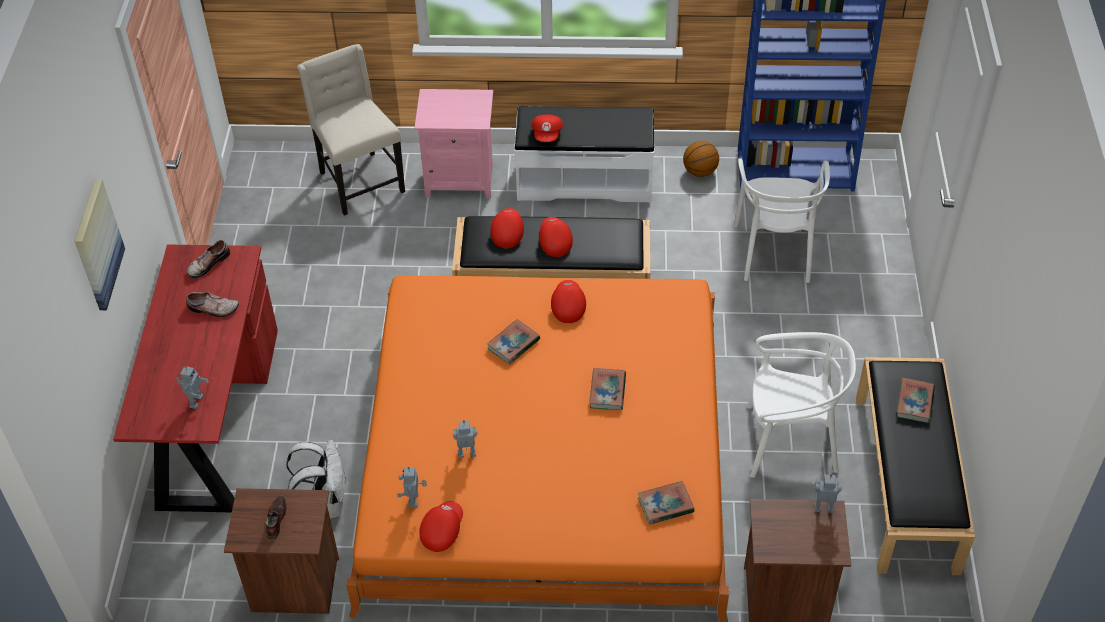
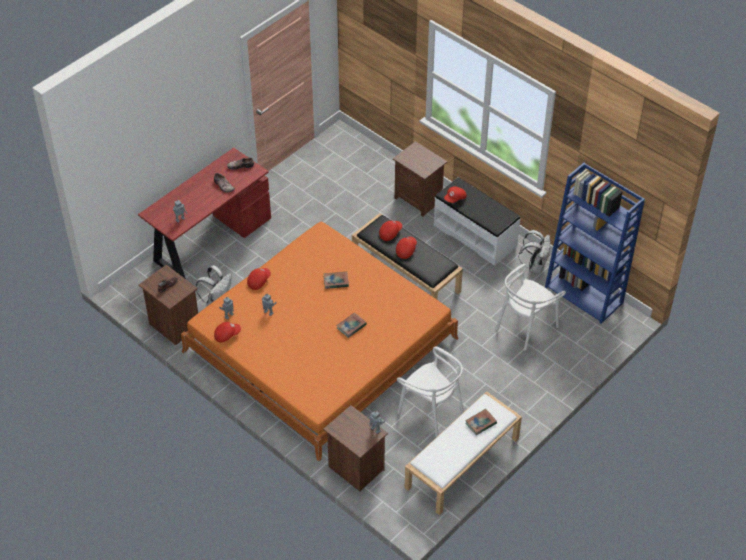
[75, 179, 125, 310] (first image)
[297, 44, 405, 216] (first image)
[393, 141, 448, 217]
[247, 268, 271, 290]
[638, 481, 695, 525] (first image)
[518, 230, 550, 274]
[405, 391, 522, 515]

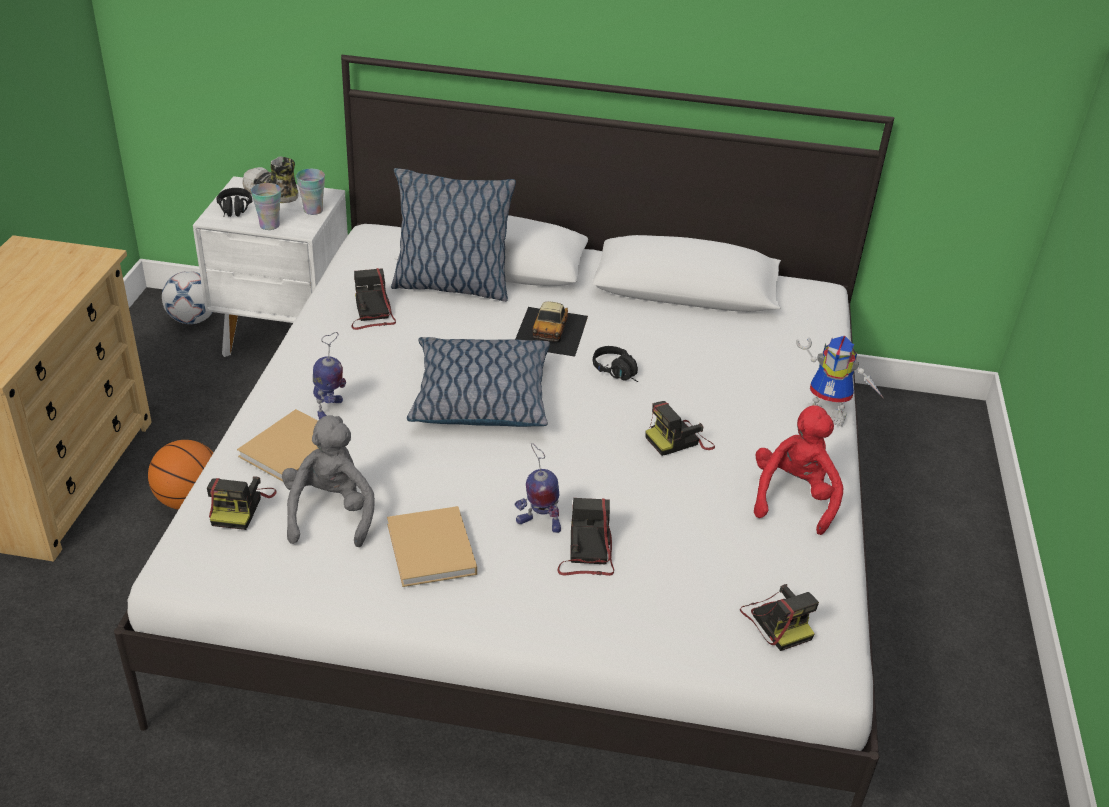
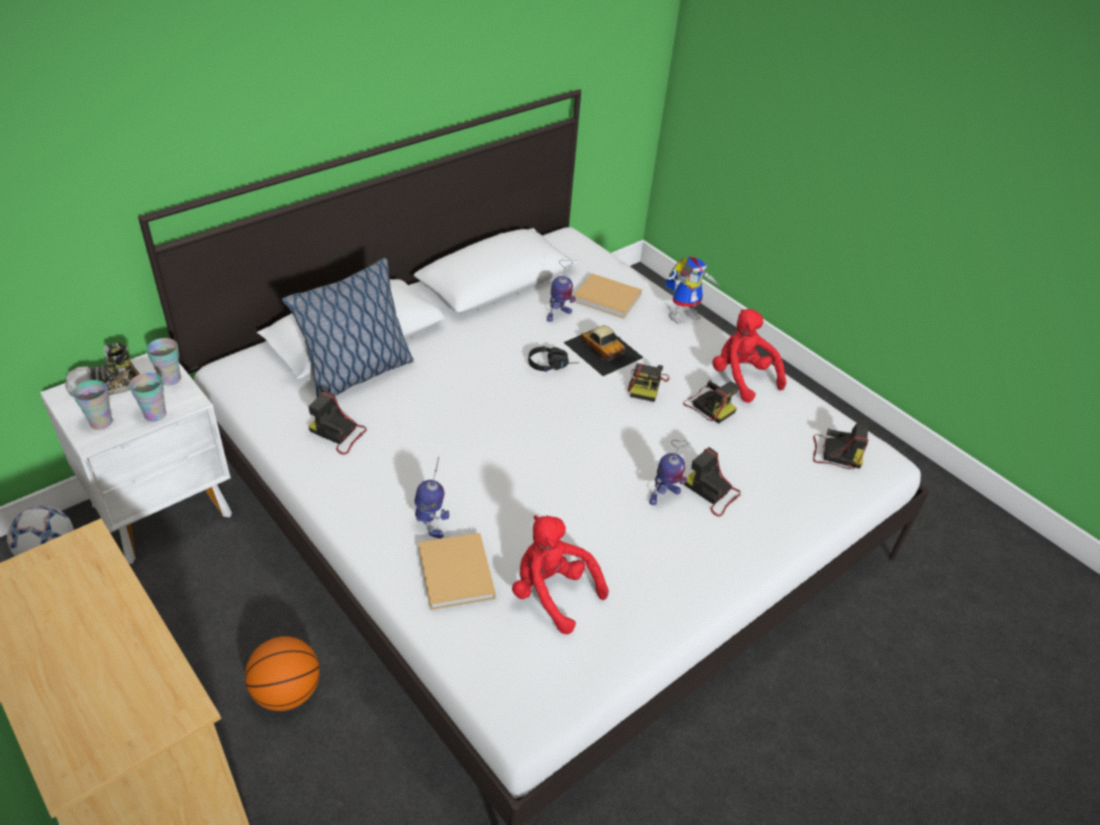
[683, 380, 739, 423]
[72, 380, 113, 430]
[512, 515, 609, 634]
[574, 274, 642, 319]
[407, 337, 550, 427] (first image)
[563, 325, 644, 376]
[547, 260, 576, 322]

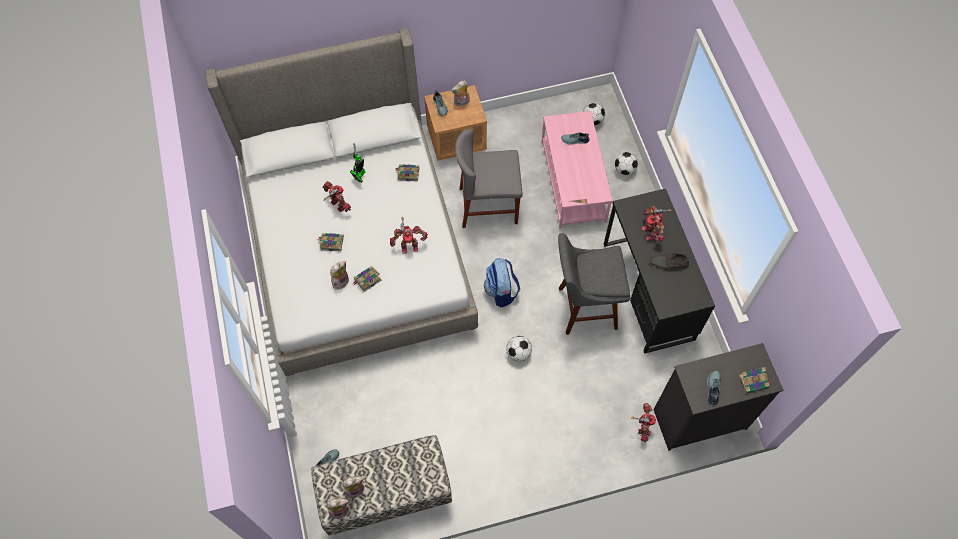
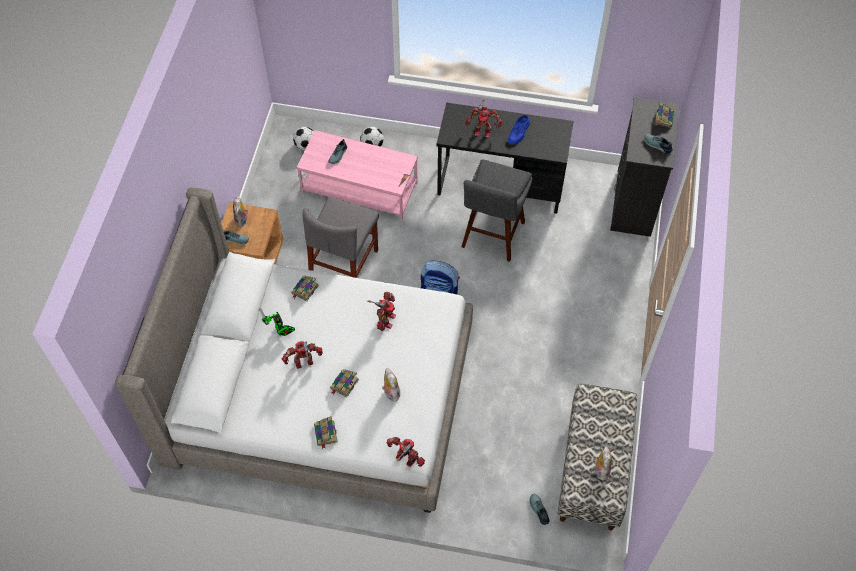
[326, 497, 349, 519] (first image)
[314, 416, 338, 449]
[506, 336, 532, 362] (first image)
[387, 437, 425, 467]
[508, 115, 530, 145]

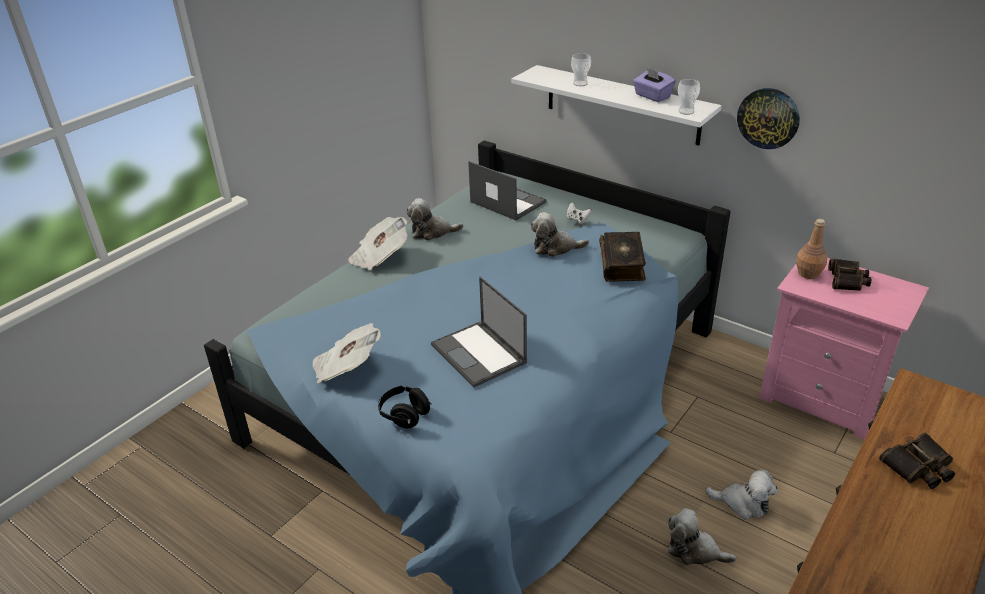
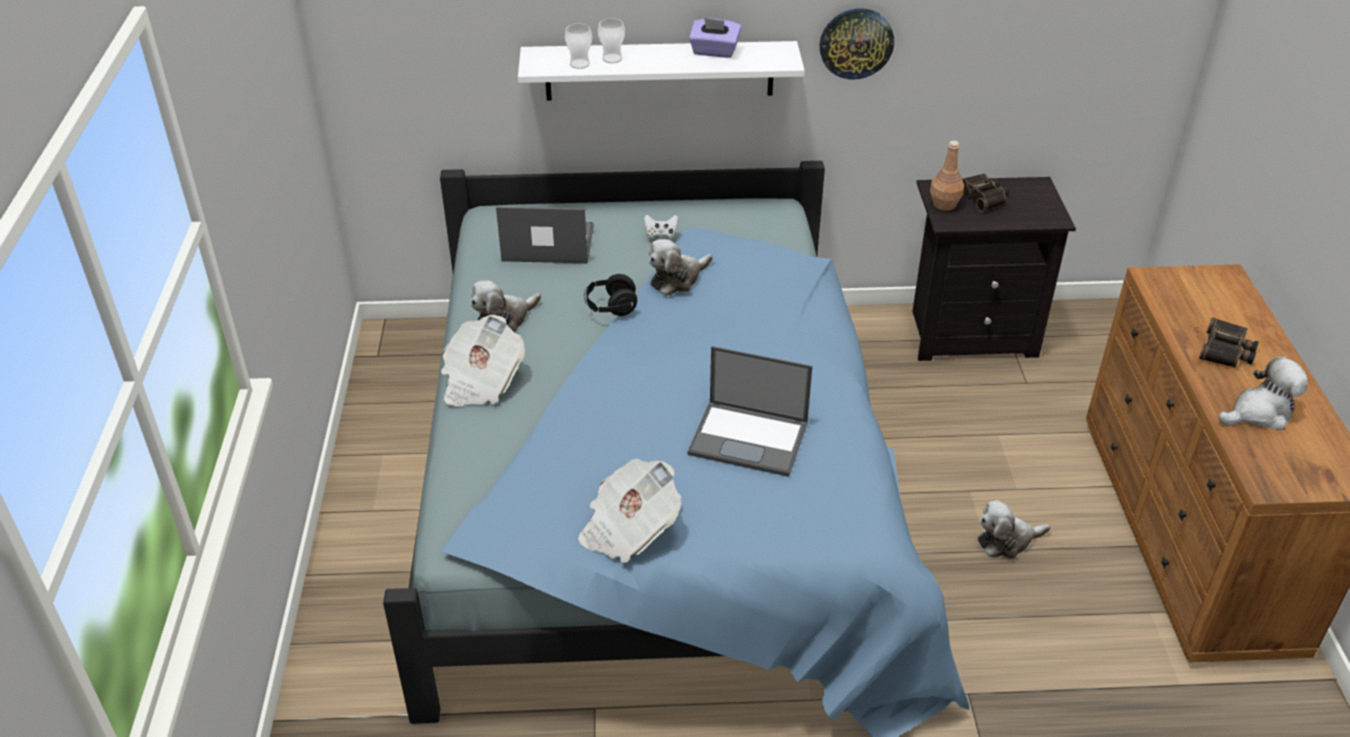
[584, 274, 637, 316]
[599, 232, 646, 282] (first image)
[565, 24, 592, 69]
[1218, 356, 1308, 430]
[912, 177, 1076, 361]

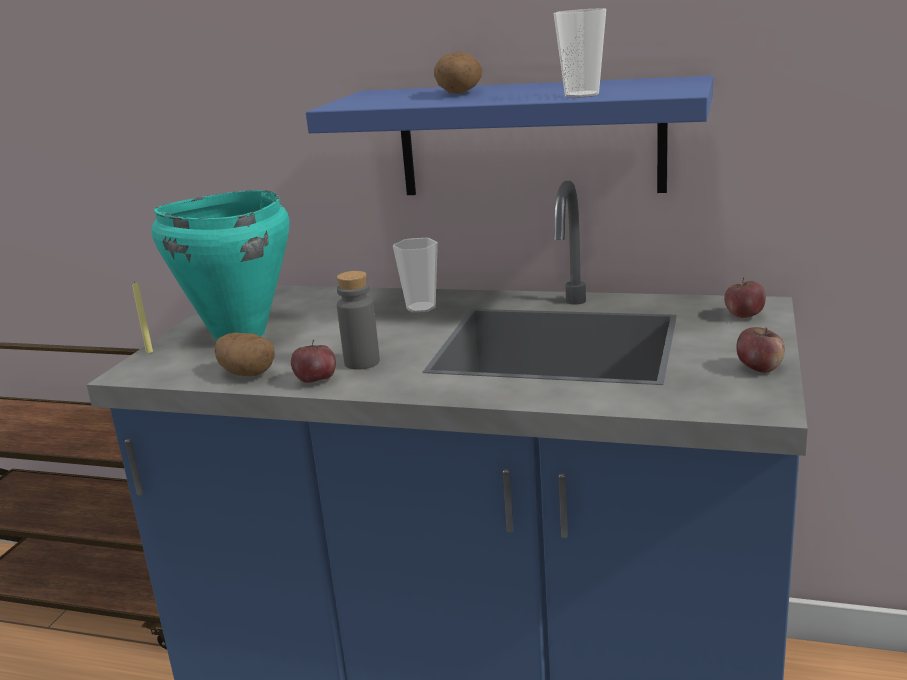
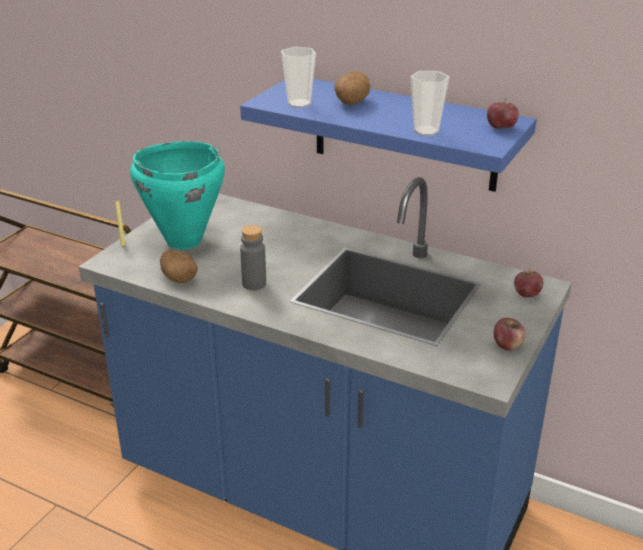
[487, 98, 519, 129]
[281, 47, 316, 108]

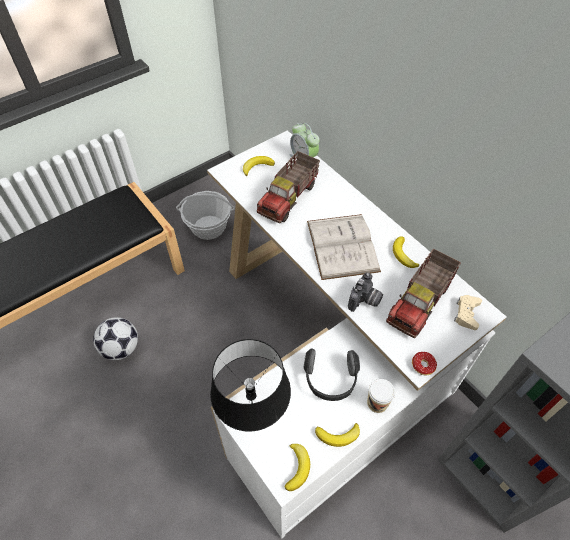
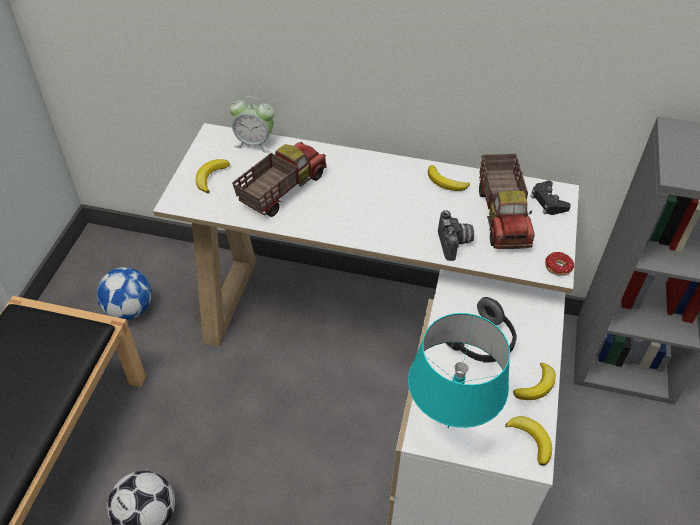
[97, 267, 152, 320]
[408, 313, 510, 428]
[232, 142, 327, 217]
[307, 214, 381, 280] (first image)
[367, 379, 395, 413] (first image)
[530, 181, 571, 215]

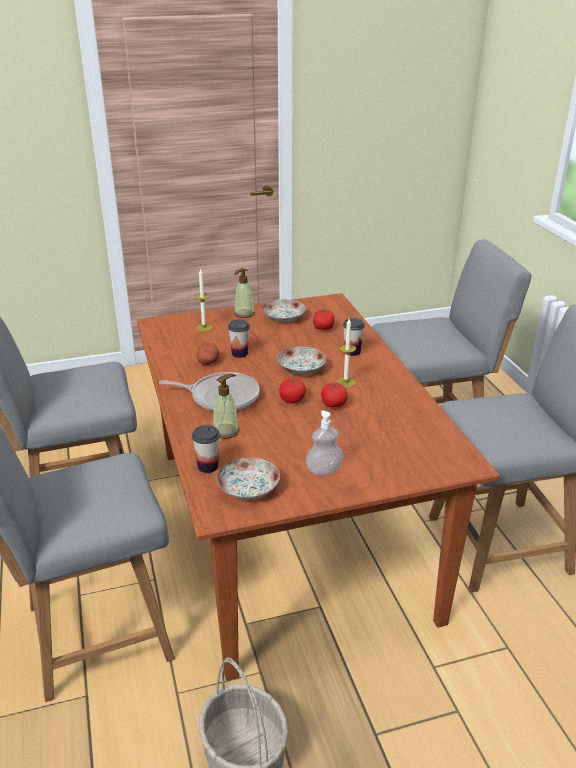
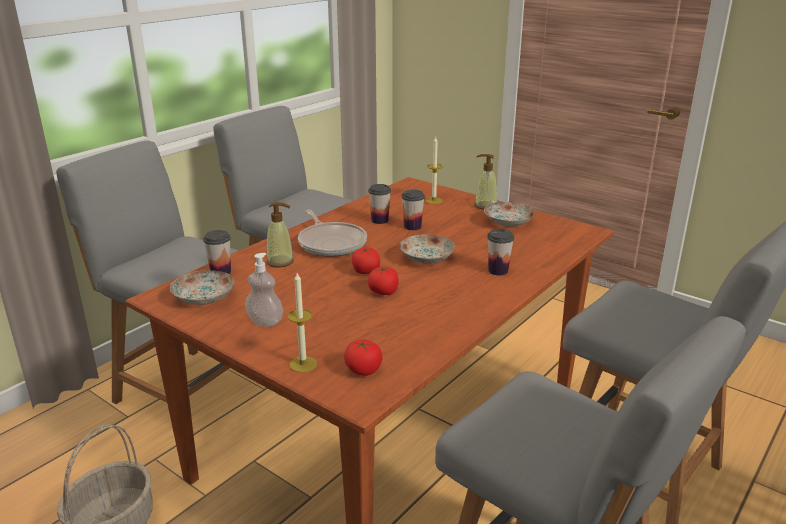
[368, 184, 391, 224]
[344, 339, 382, 376]
[288, 273, 317, 373]

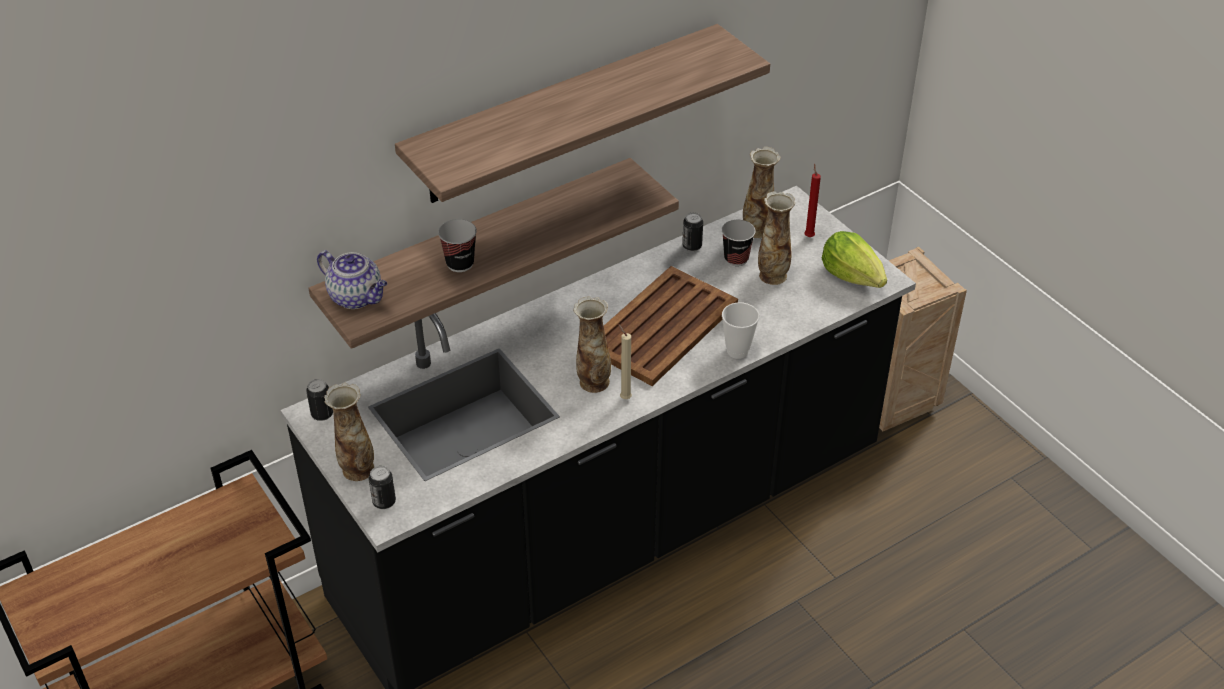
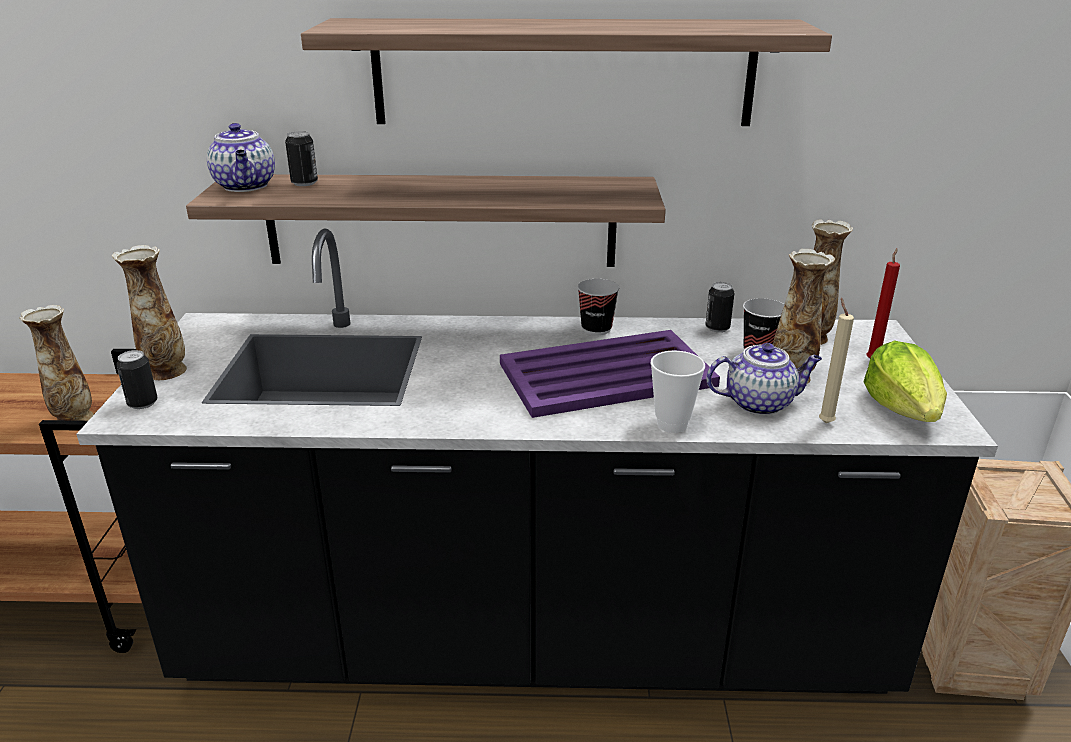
[285, 131, 318, 186]
[577, 279, 619, 335]
[20, 305, 94, 421]
[500, 330, 720, 418]
[819, 298, 854, 423]
[706, 343, 822, 415]

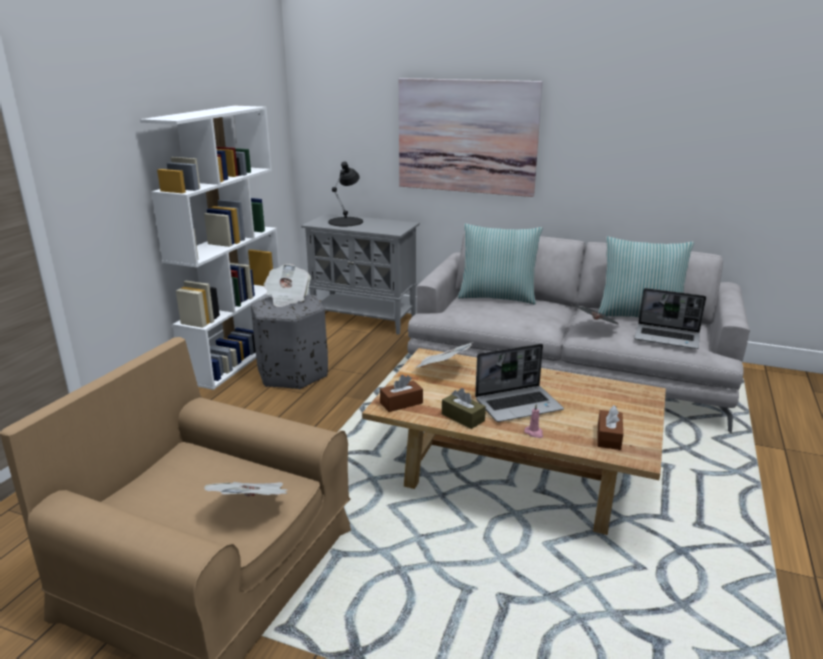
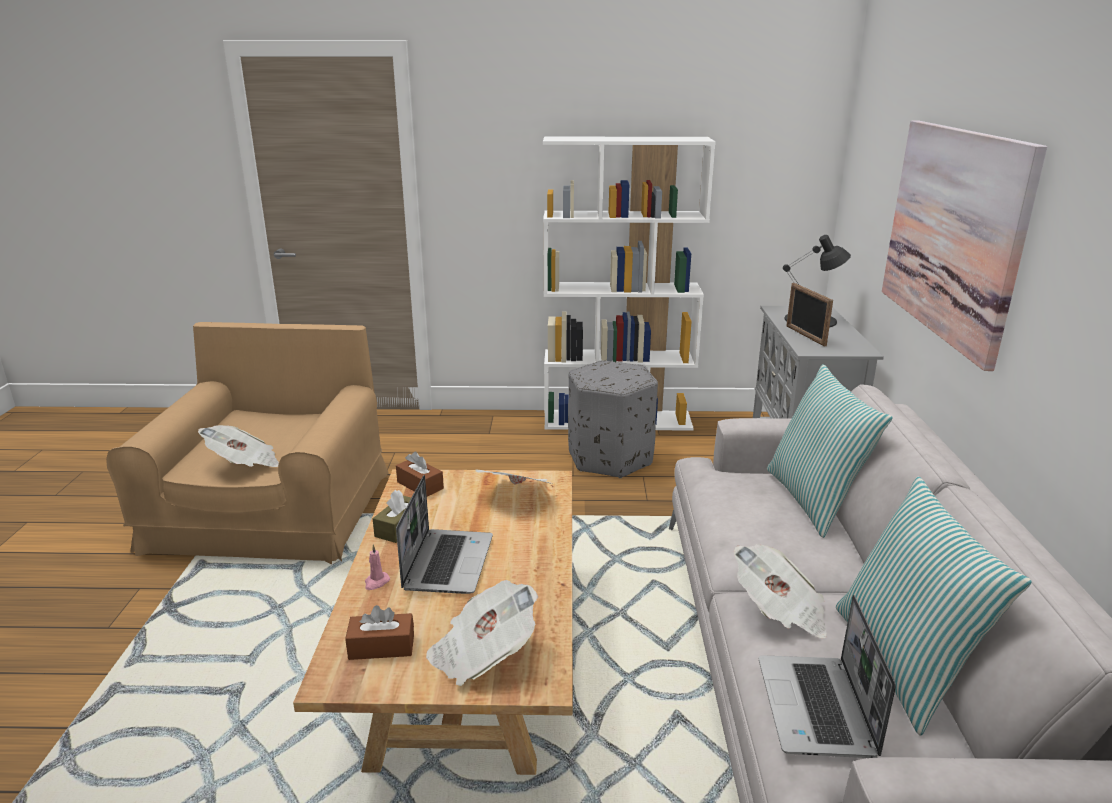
[426, 580, 538, 686]
[396, 475, 493, 594]
[786, 283, 833, 347]

